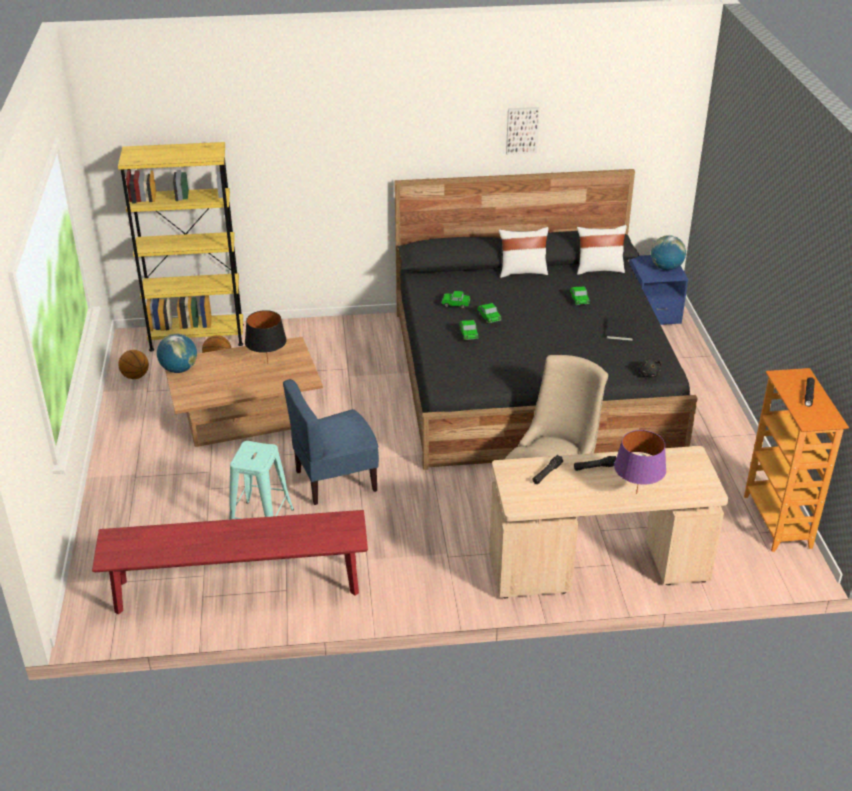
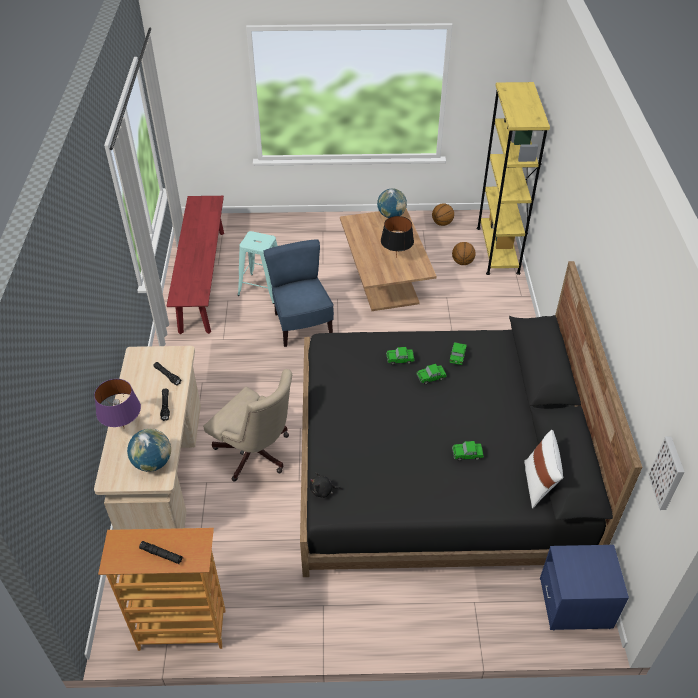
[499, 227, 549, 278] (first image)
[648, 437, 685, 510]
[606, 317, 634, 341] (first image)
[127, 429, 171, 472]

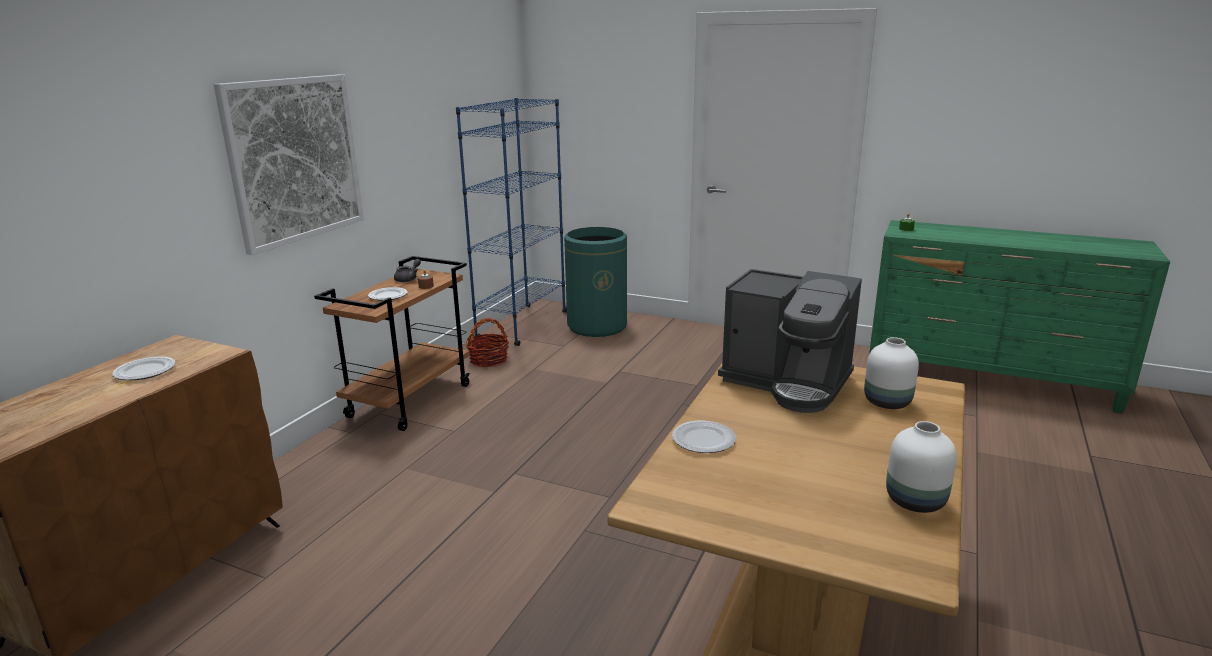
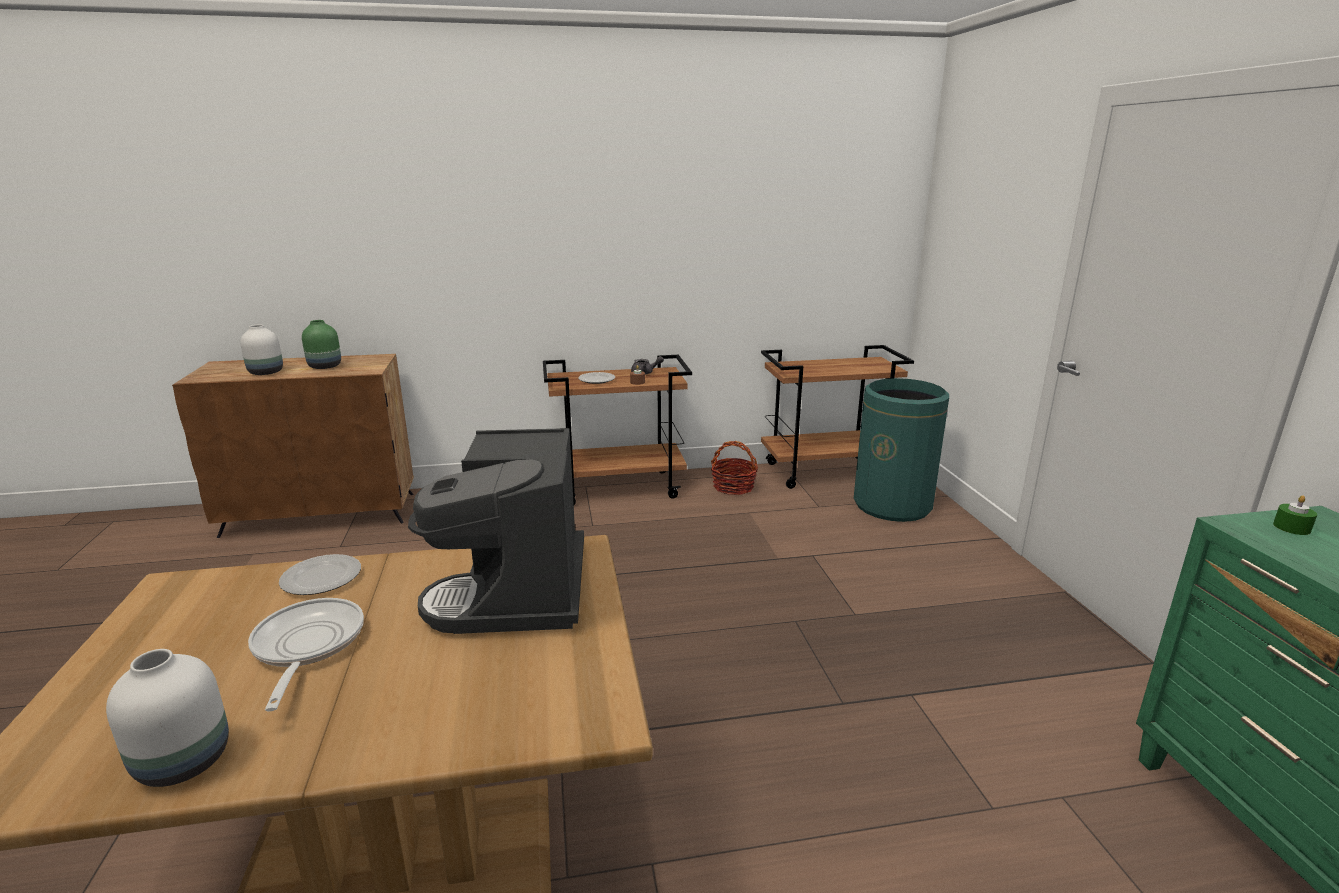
[302, 320, 341, 369]
[214, 74, 364, 255] (first image)
[761, 345, 914, 489]
[240, 324, 283, 375]
[248, 598, 364, 711]

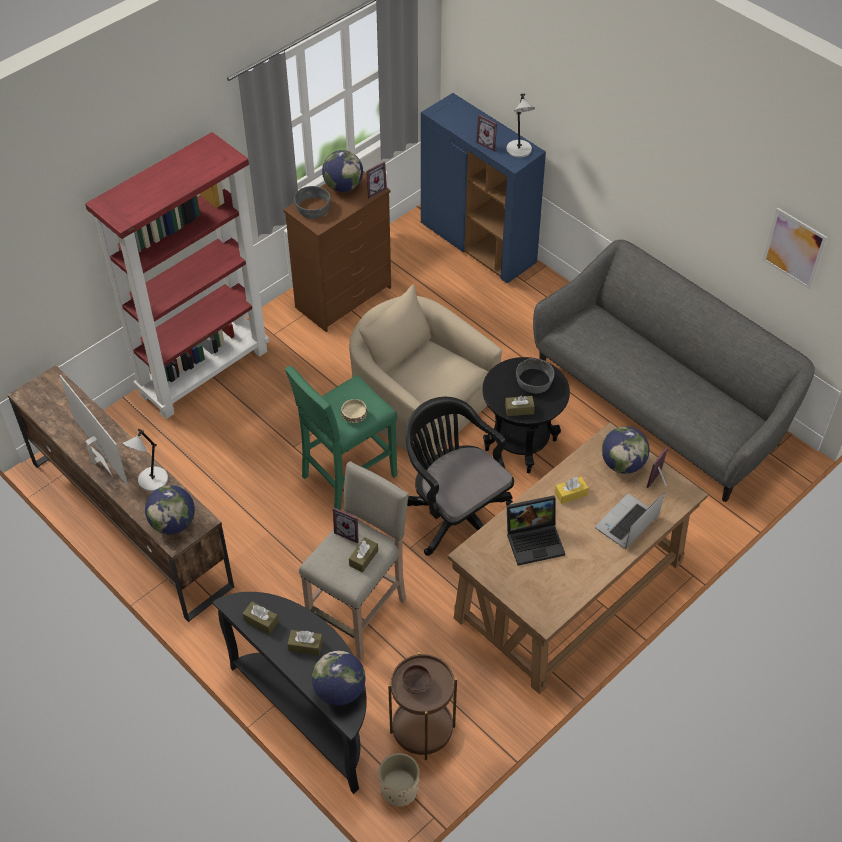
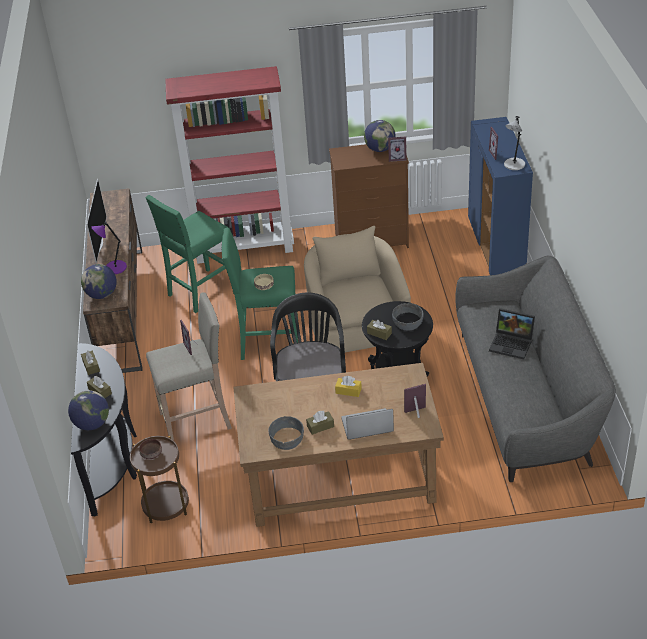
[91, 221, 127, 274]
[269, 416, 304, 450]
[306, 411, 334, 435]
[378, 753, 419, 807] (first image)
[489, 308, 535, 359]
[602, 426, 650, 474] (first image)
[763, 208, 827, 289] (first image)
[146, 195, 230, 313]

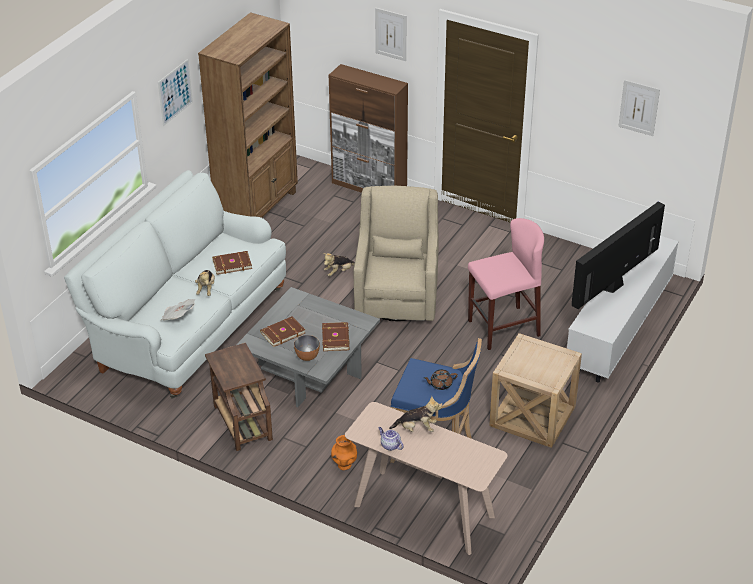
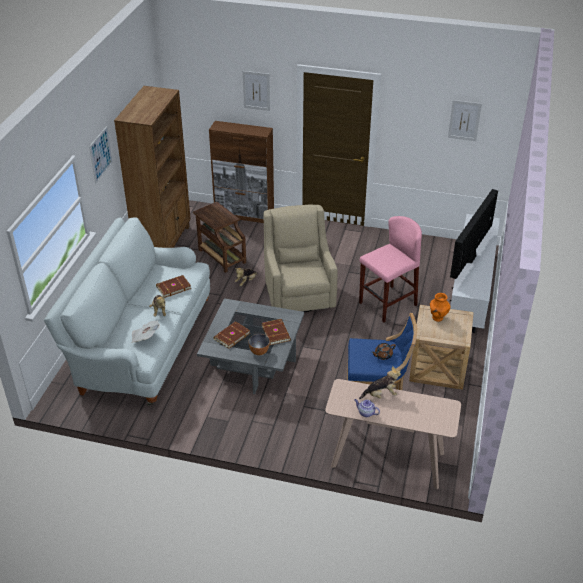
[193, 202, 246, 273]
[430, 293, 450, 322]

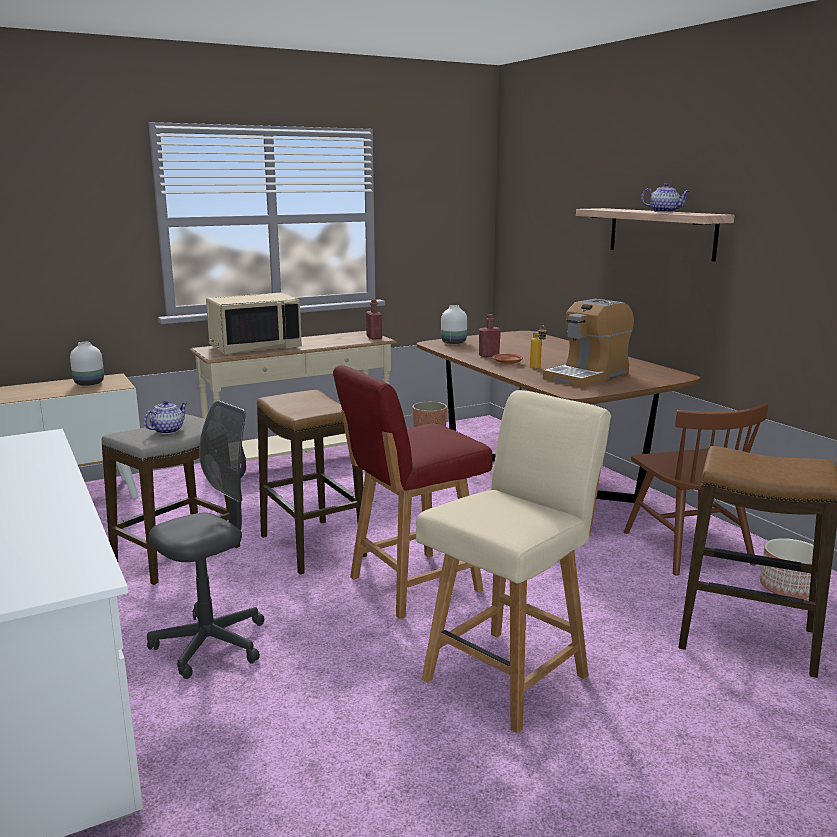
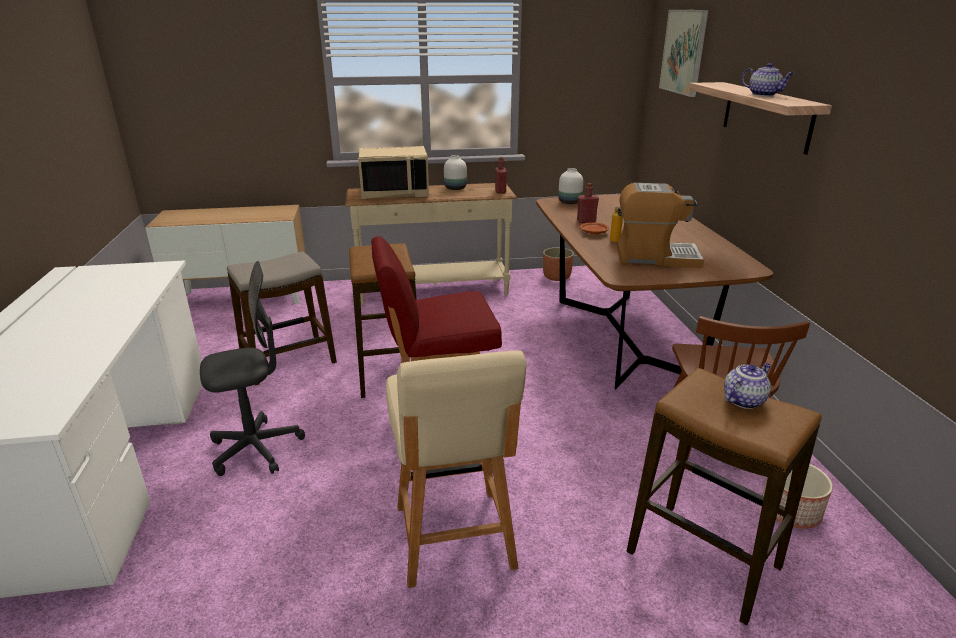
[444, 155, 467, 190]
[724, 363, 771, 409]
[386, 350, 527, 588]
[617, 183, 704, 268]
[659, 10, 708, 97]

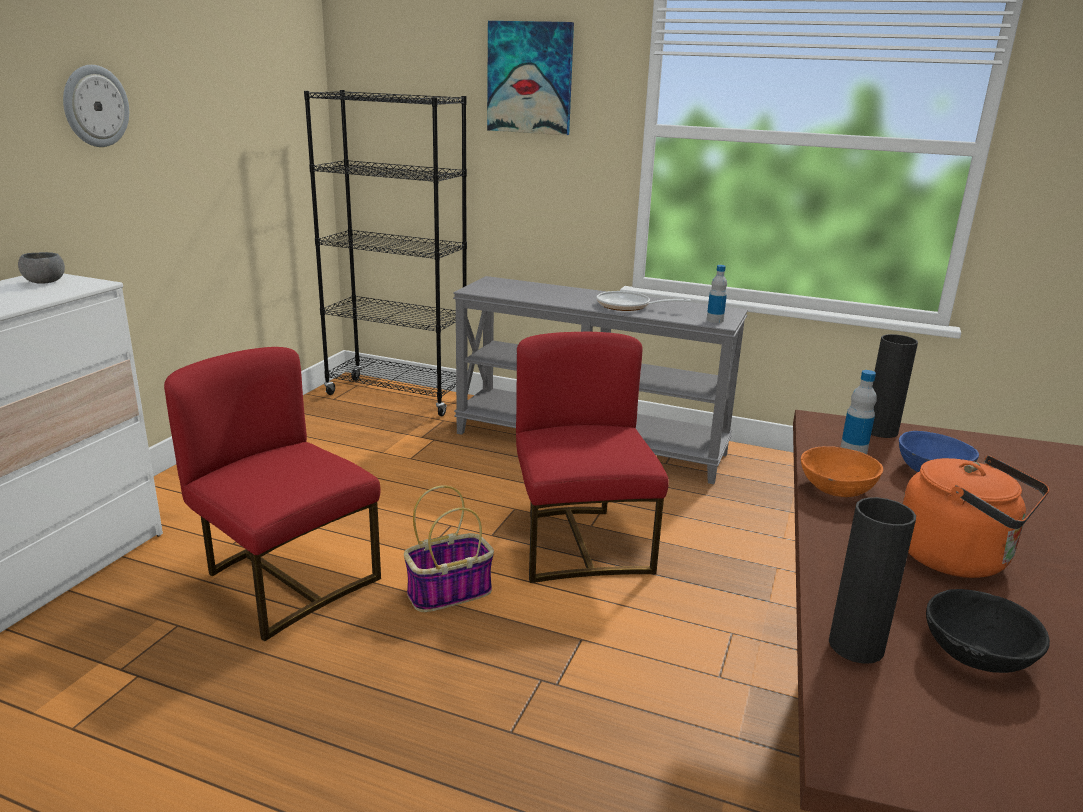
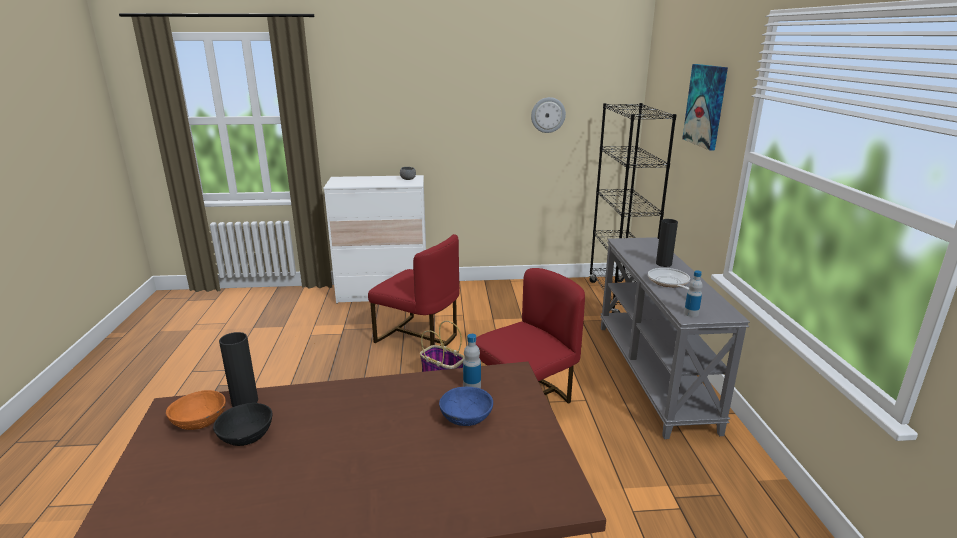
[531, 97, 566, 133]
[368, 234, 460, 346]
[166, 390, 226, 430]
[656, 219, 678, 267]
[902, 455, 1049, 578] (first image)

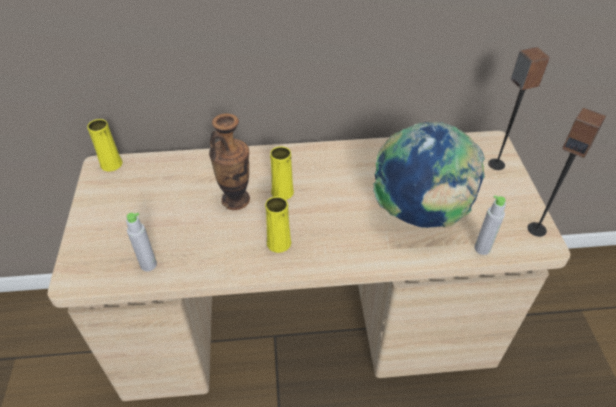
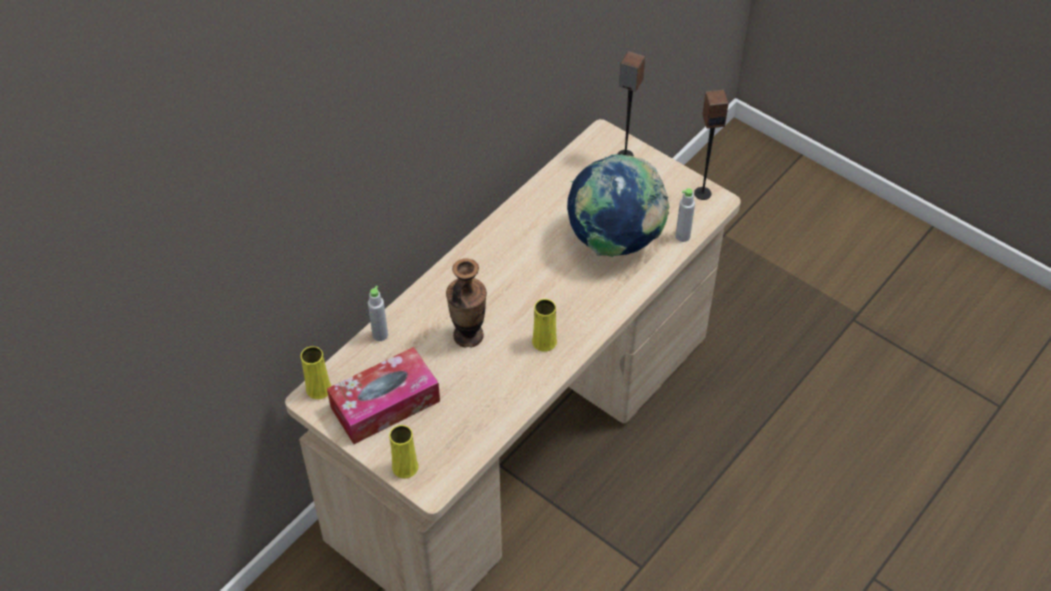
[368, 286, 388, 341]
[389, 425, 418, 479]
[327, 347, 440, 444]

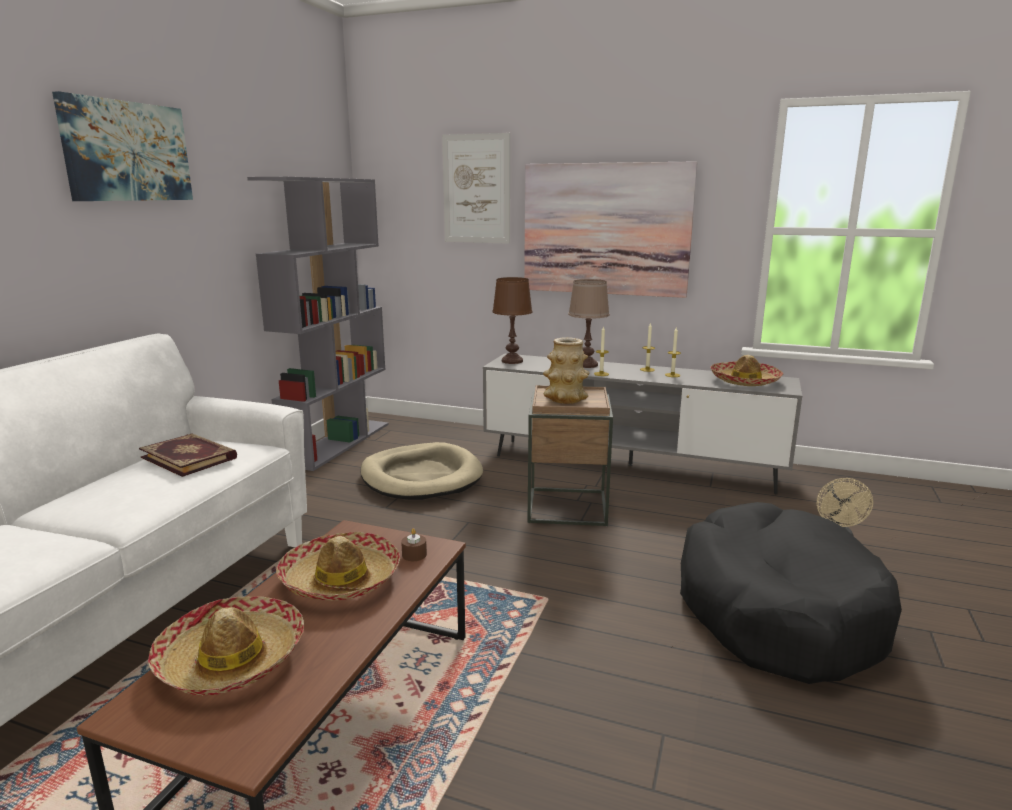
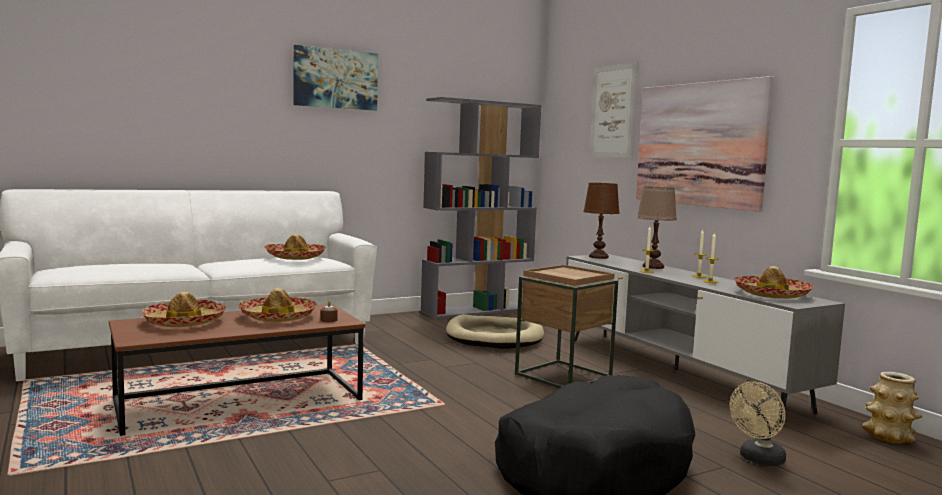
[265, 234, 326, 260]
[862, 372, 922, 444]

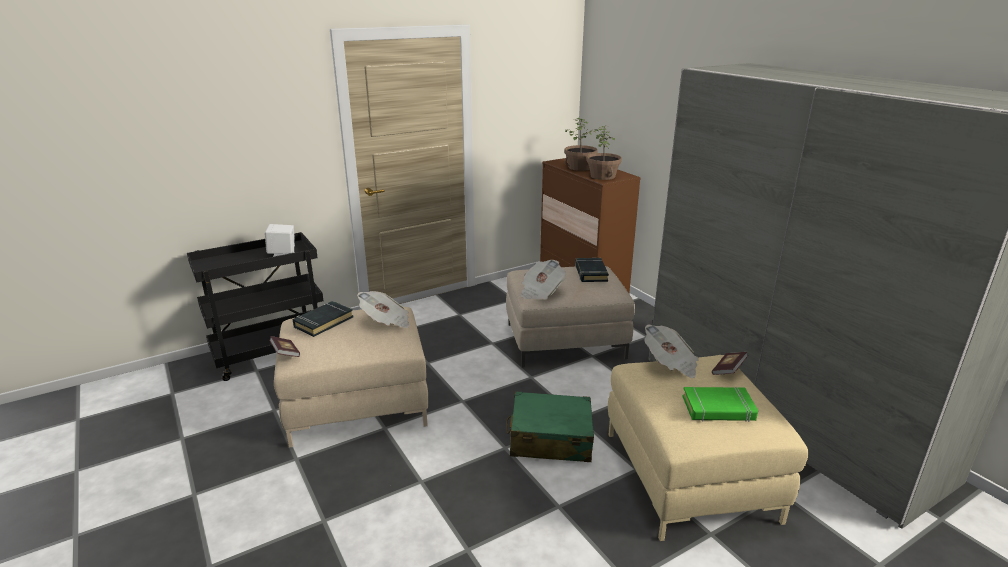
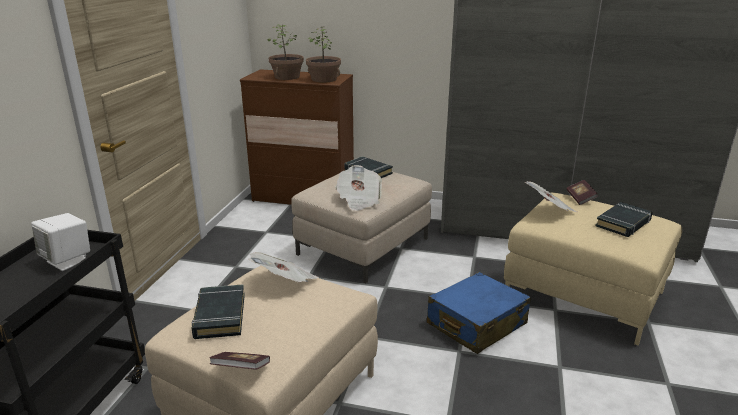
[427, 272, 531, 354]
[596, 202, 652, 237]

